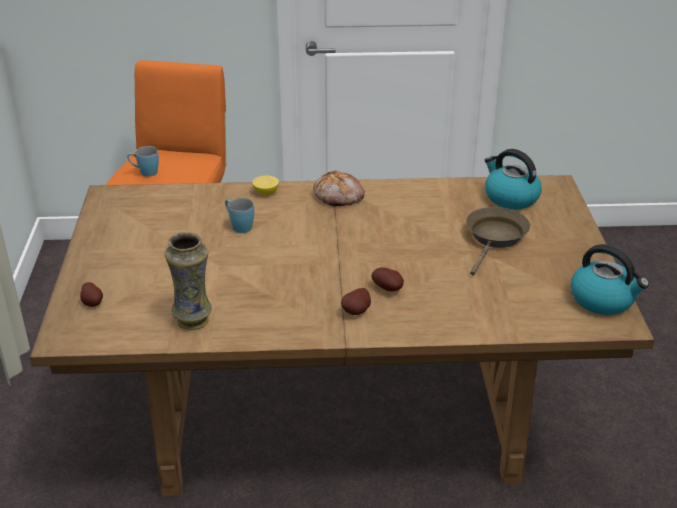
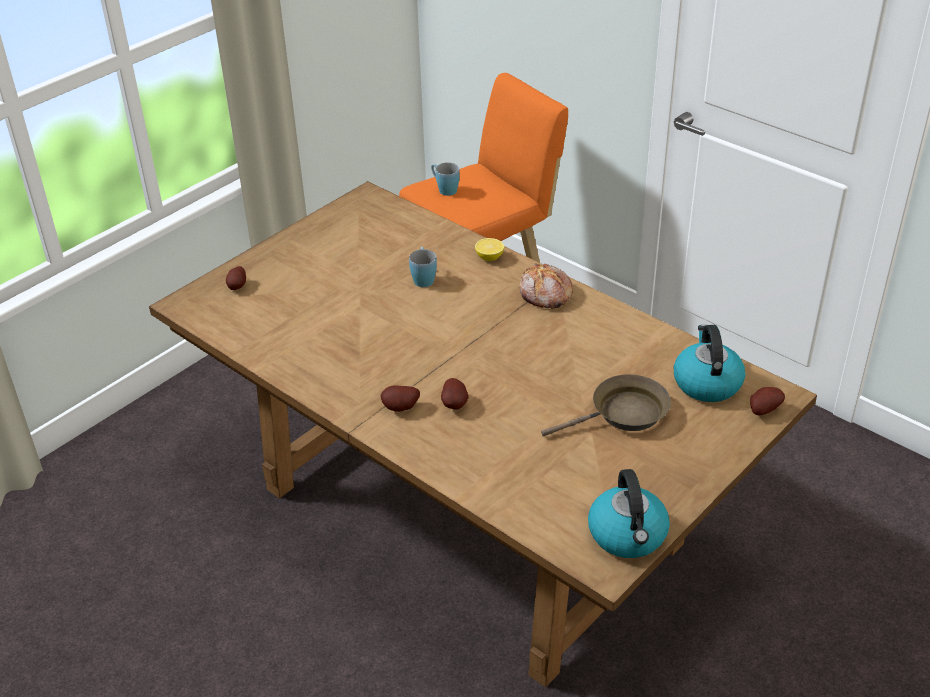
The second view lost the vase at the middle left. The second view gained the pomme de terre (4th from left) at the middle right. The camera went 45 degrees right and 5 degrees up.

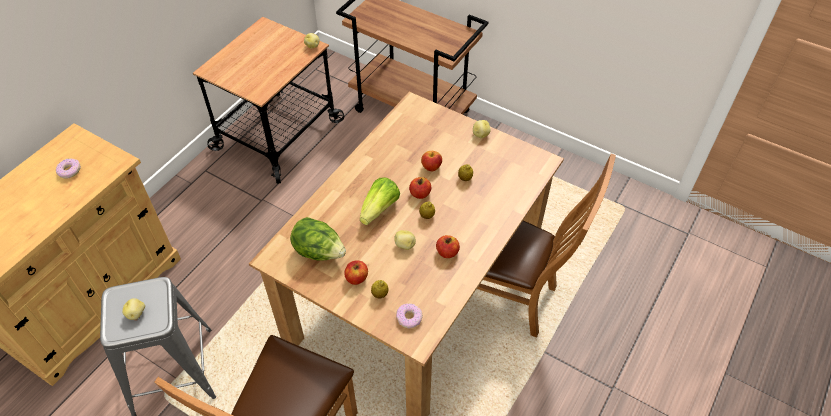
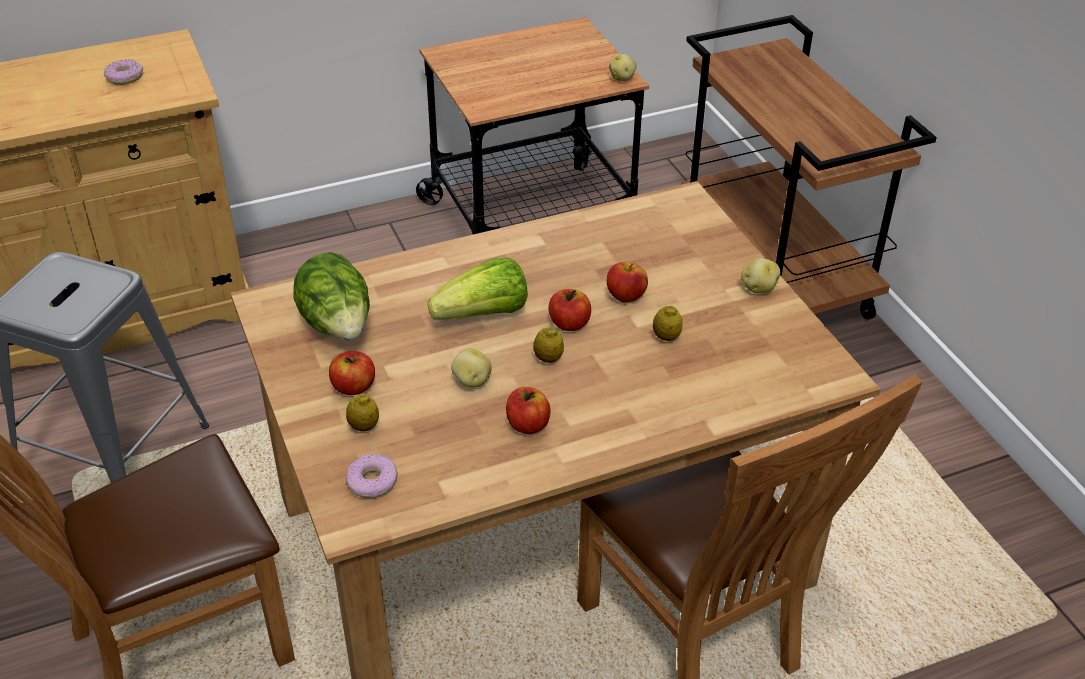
The second view lost the pomme de terre (1st from left) at the bottom left. The camera went 35 degrees right and 10 degrees down.

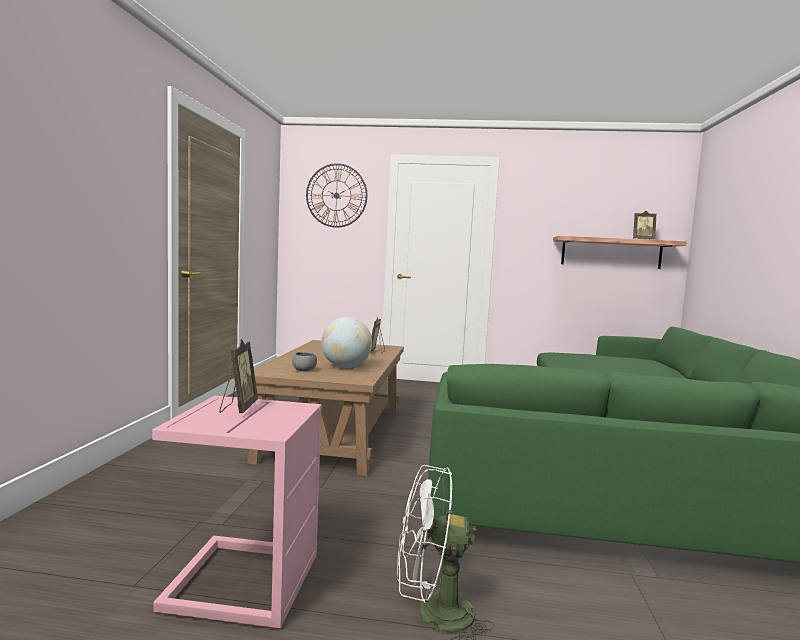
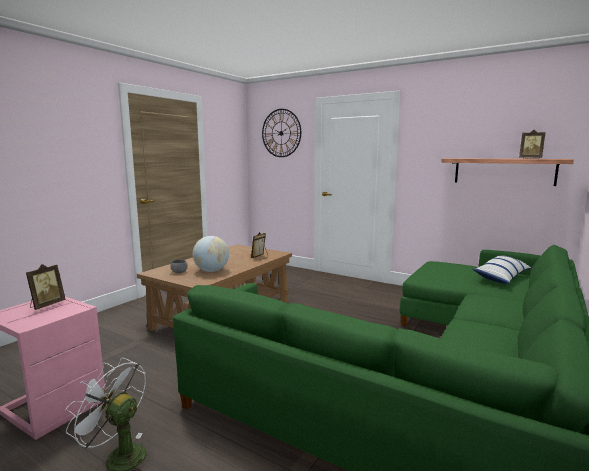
The second view gained the coussin at the middle right. The camera went 25 degrees right and 5 degrees up.

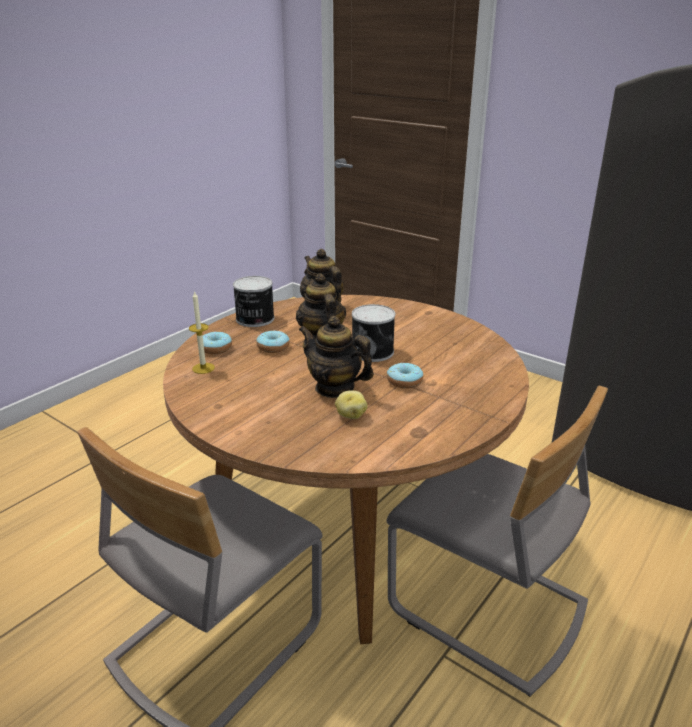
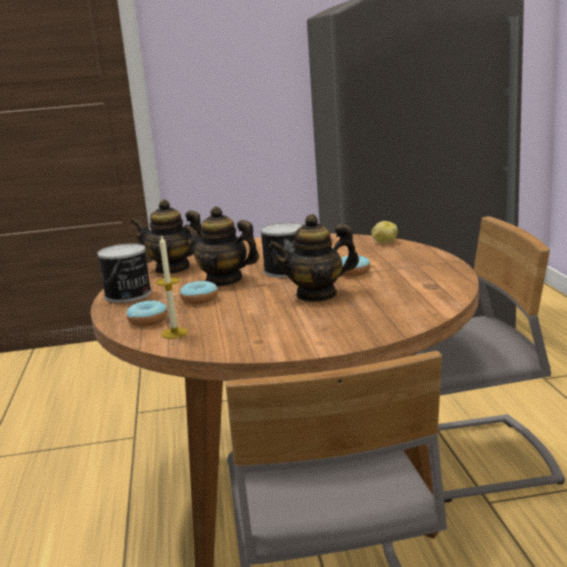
The pomme de terre ended up elsewhere, having gone from the centre to the middle right. The camera went 45 degrees left and 10 degrees down.

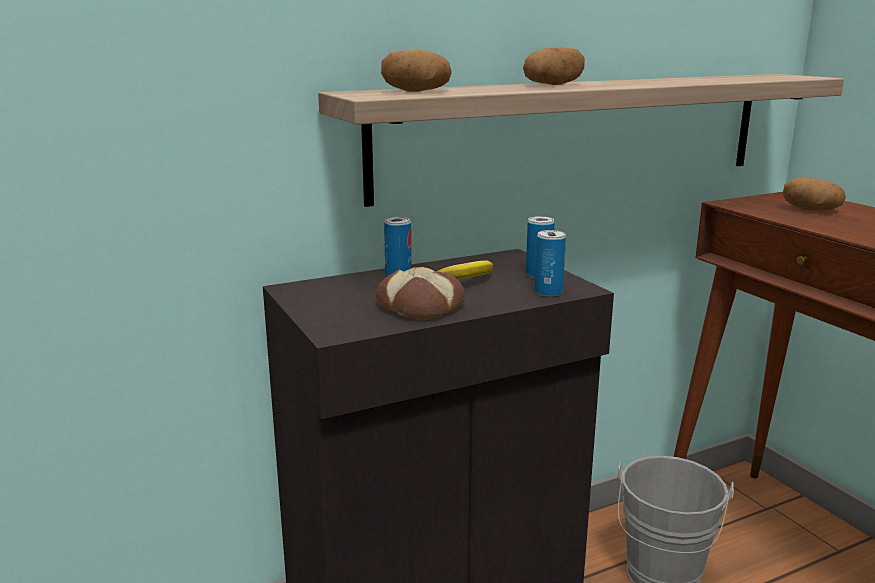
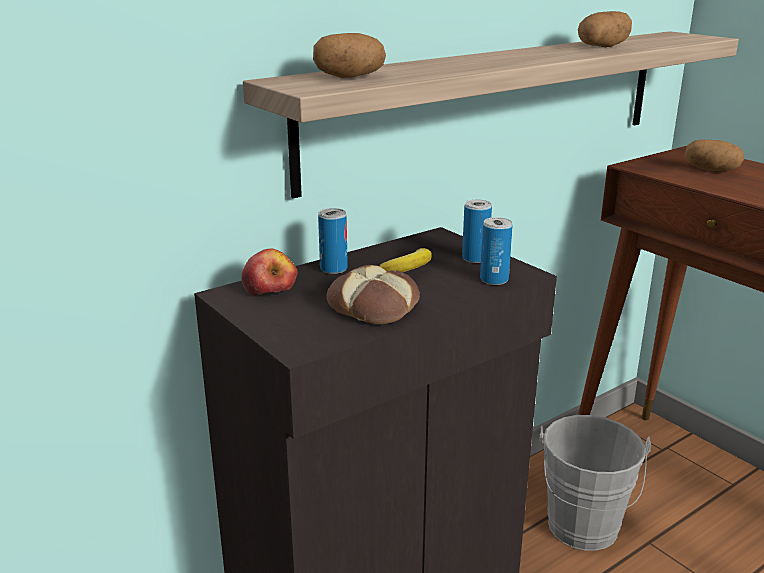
The pomme de terre (2nd from left) ended up elsewhere, having gone from the top centre to the top right. The second view gained the pomme at the centre. The camera went 10 degrees left and 5 degrees up.

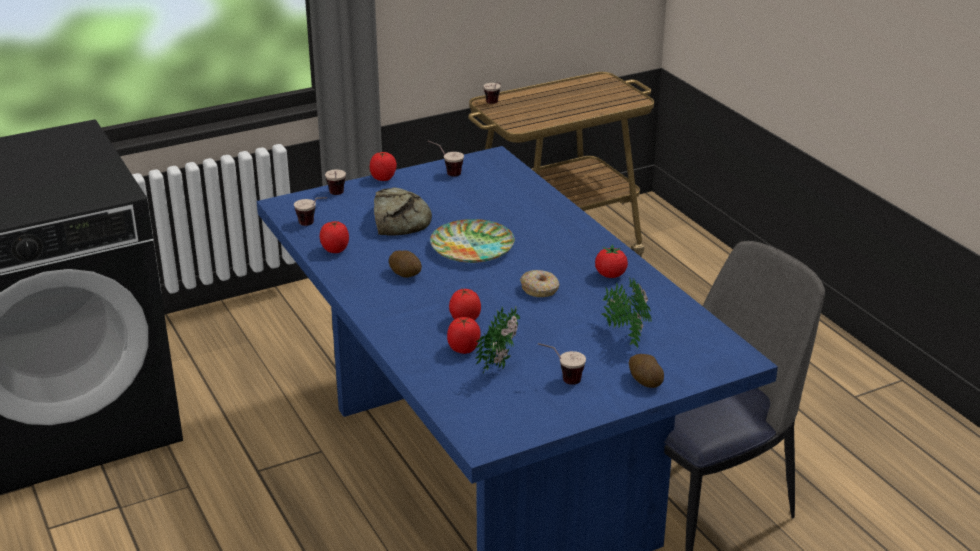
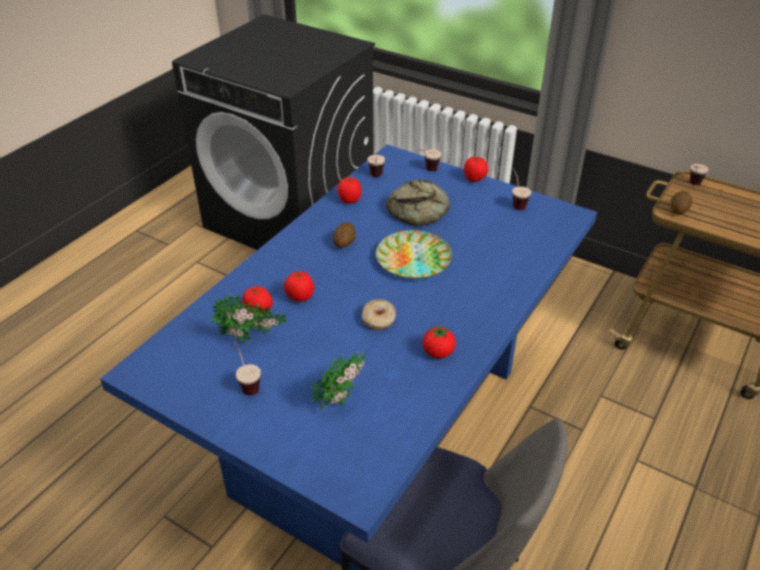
The pomme de terre (2nd from left) ended up elsewhere, having gone from the bottom centre to the middle right. The camera went 60 degrees right and 10 degrees up.

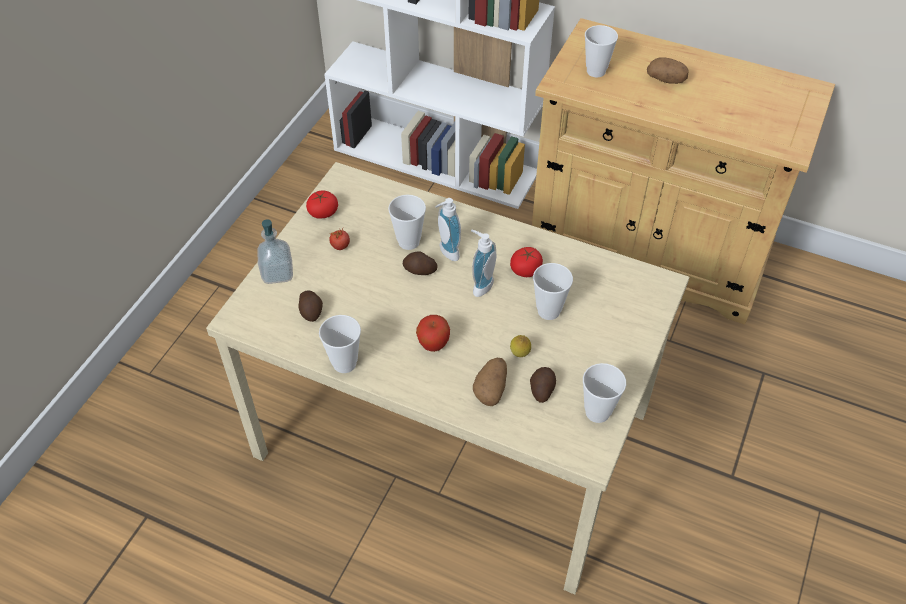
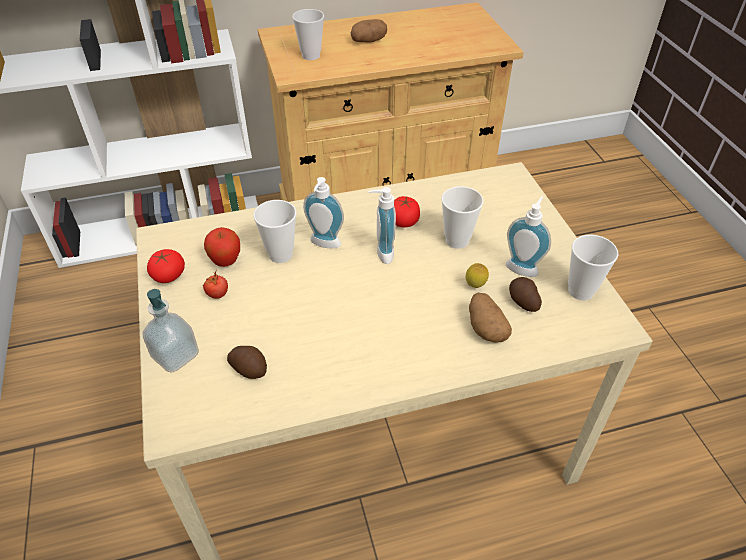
The second view lost the pomme de terre (2nd from left) at the centre. The second view lost the tasse (1st from left) at the centre. The pomme ended up elsewhere, having gone from the centre to the middle left. The second view gained the distributeur de savon (4th from left) at the middle right. The camera went 40 degrees left and 5 degrees down.

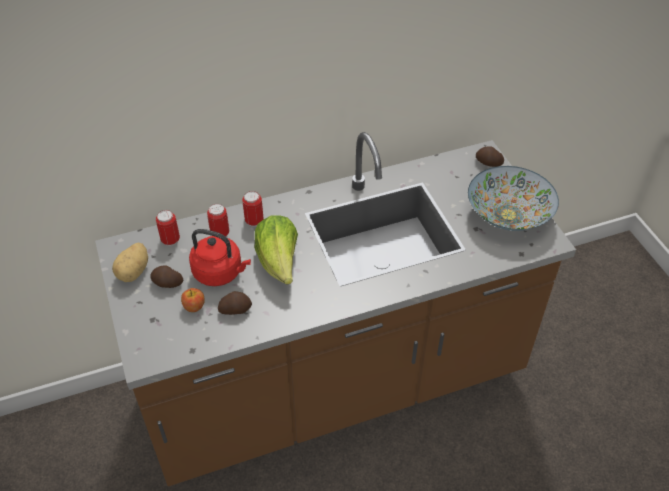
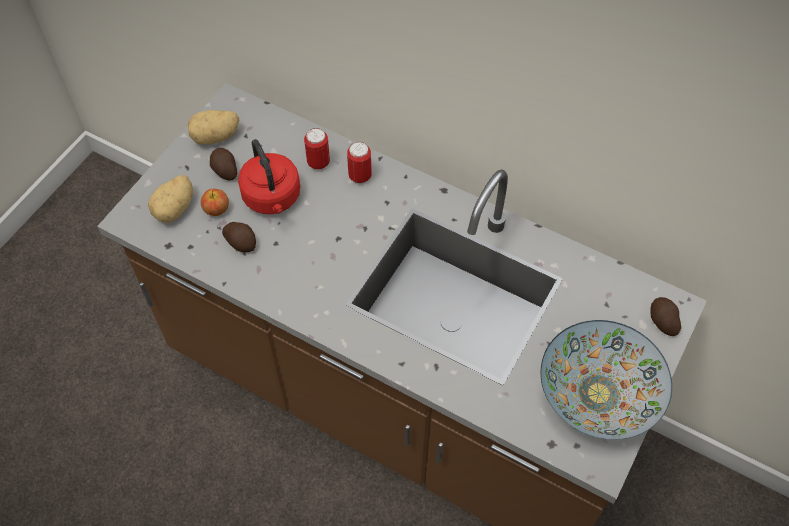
The second view lost the boîte métallique (1st from left) at the middle left. The second view lost the laitue at the centre. The second view gained the pomme de terre (1st from left) at the middle left. The camera went 50 degrees right and 10 degrees up.

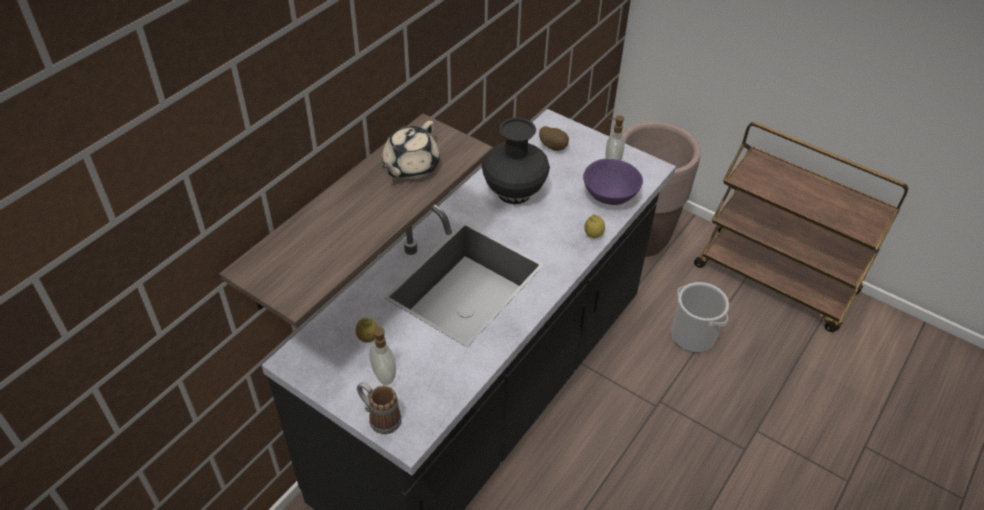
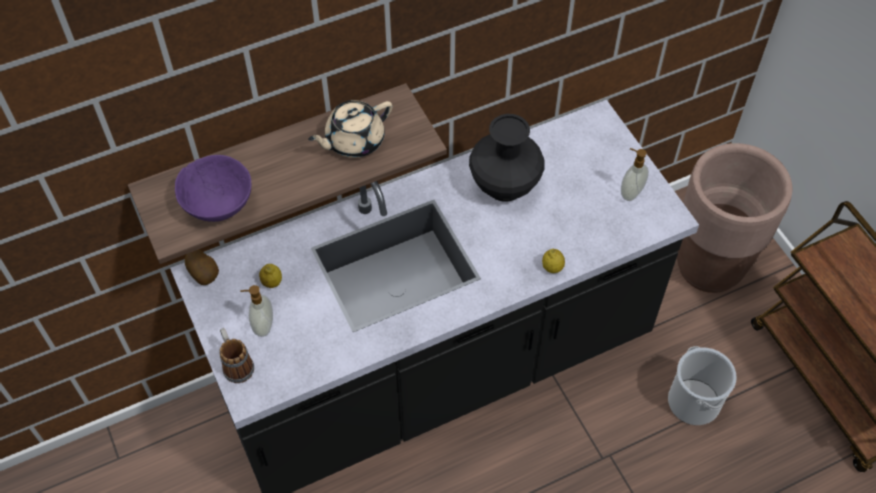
The pomme de terre ended up elsewhere, having gone from the top centre to the middle left. The bol [violet] ended up elsewhere, having gone from the centre to the middle left. The camera went 30 degrees right and 10 degrees up.

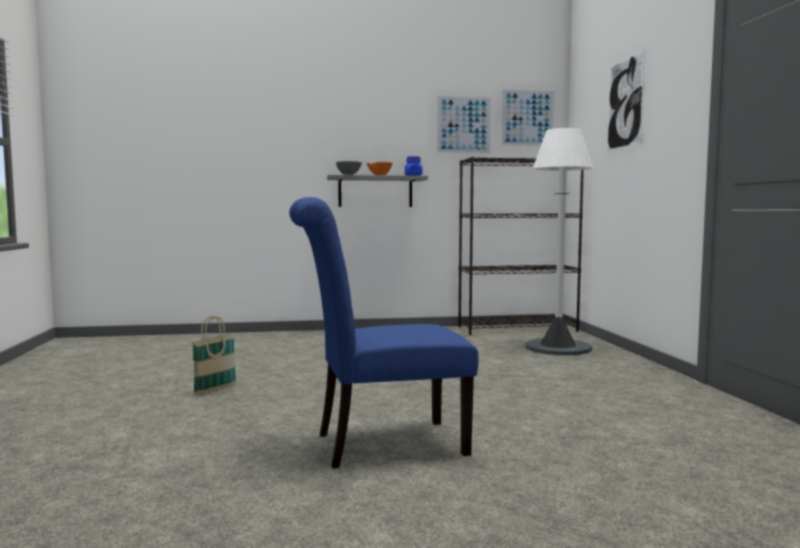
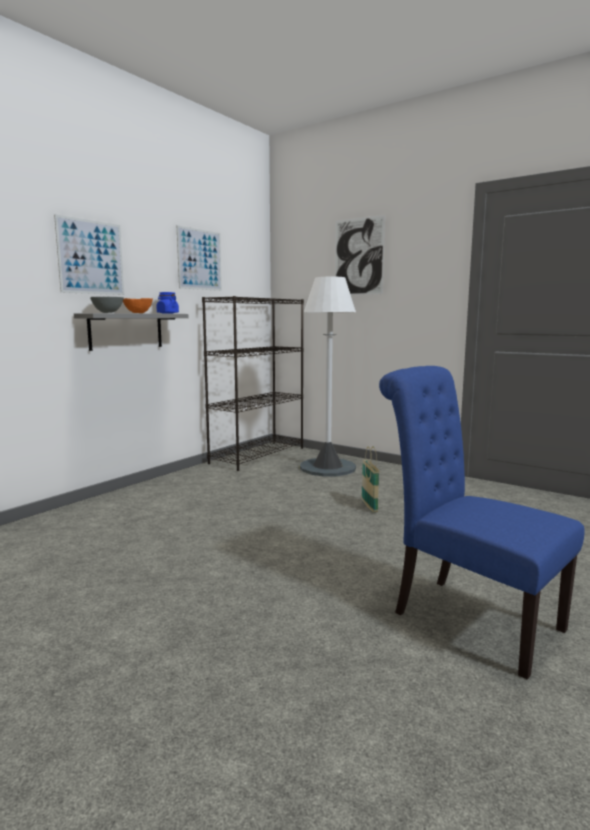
The tableau (2nd from left in the first image) ended up elsewhere, having gone from the top centre to the top left. The chaise [bleu] at the centre ended up facing another way, 105 degrees clockwise from before. The panier ended up elsewhere, having gone from the middle left to the centre. The camera went 45 degrees left and 5 degrees up.

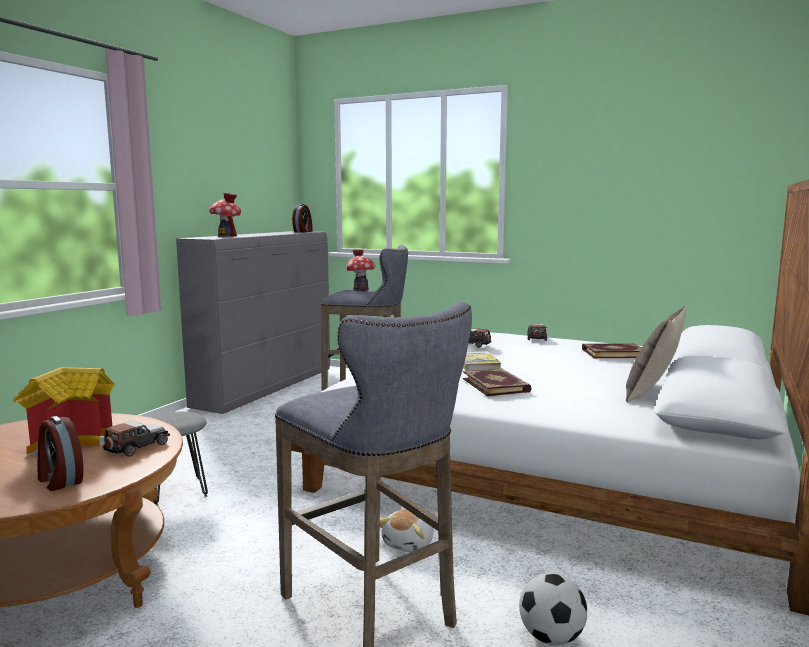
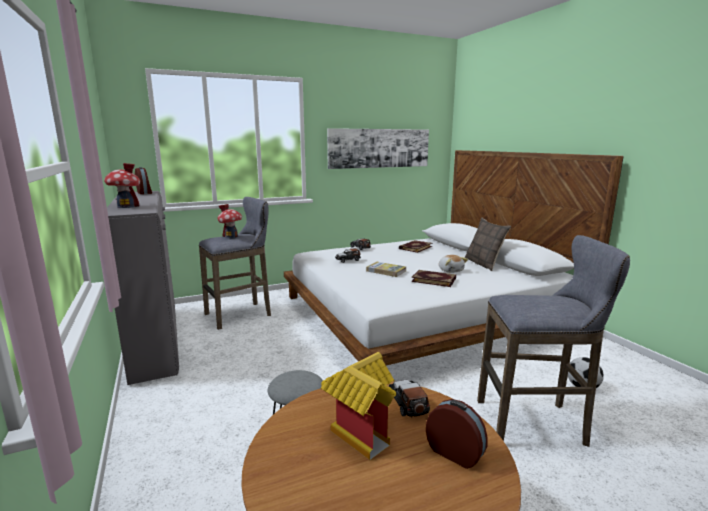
The réveil (1st from left in the first image) at the bottom left ended up facing another way, 135 degrees counterclockwise from before. The peluche ended up elsewhere, having gone from the bottom centre to the centre. The second view gained the tableau at the top centre. The camera went 50 degrees left and 5 degrees up.

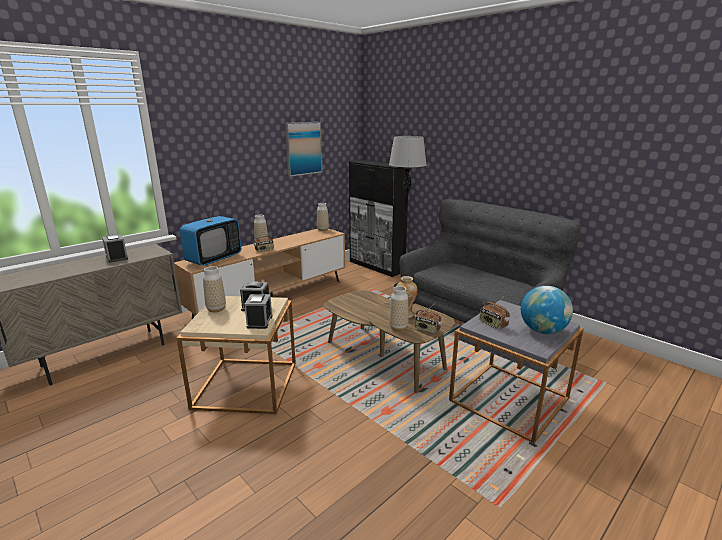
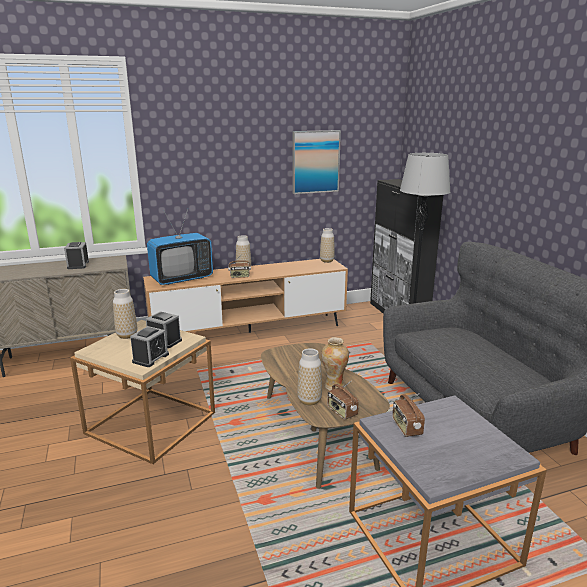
The second view lost the globe at the middle right. The camera went 25 degrees right and 0 degrees up.

